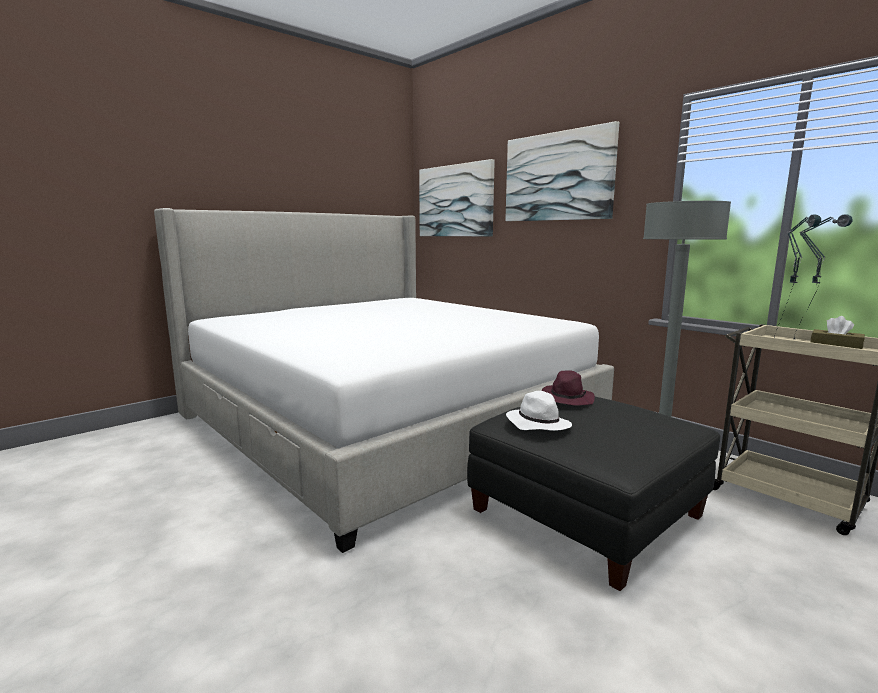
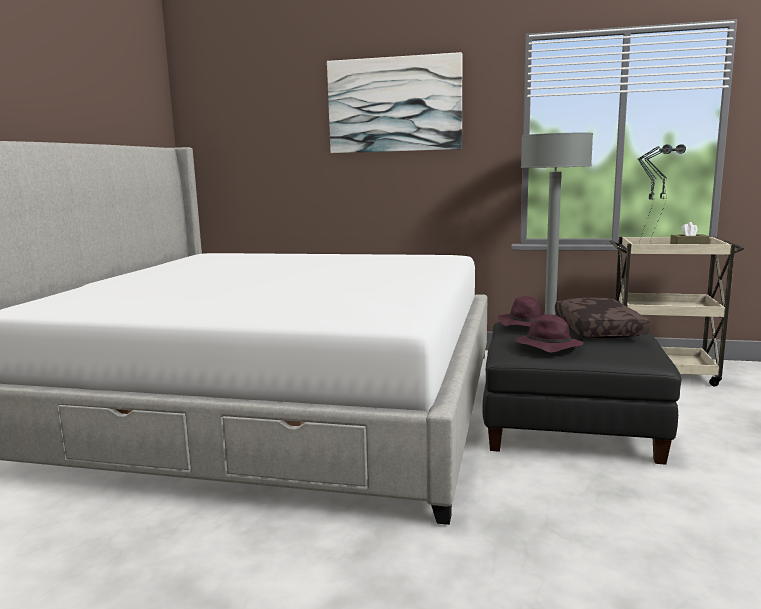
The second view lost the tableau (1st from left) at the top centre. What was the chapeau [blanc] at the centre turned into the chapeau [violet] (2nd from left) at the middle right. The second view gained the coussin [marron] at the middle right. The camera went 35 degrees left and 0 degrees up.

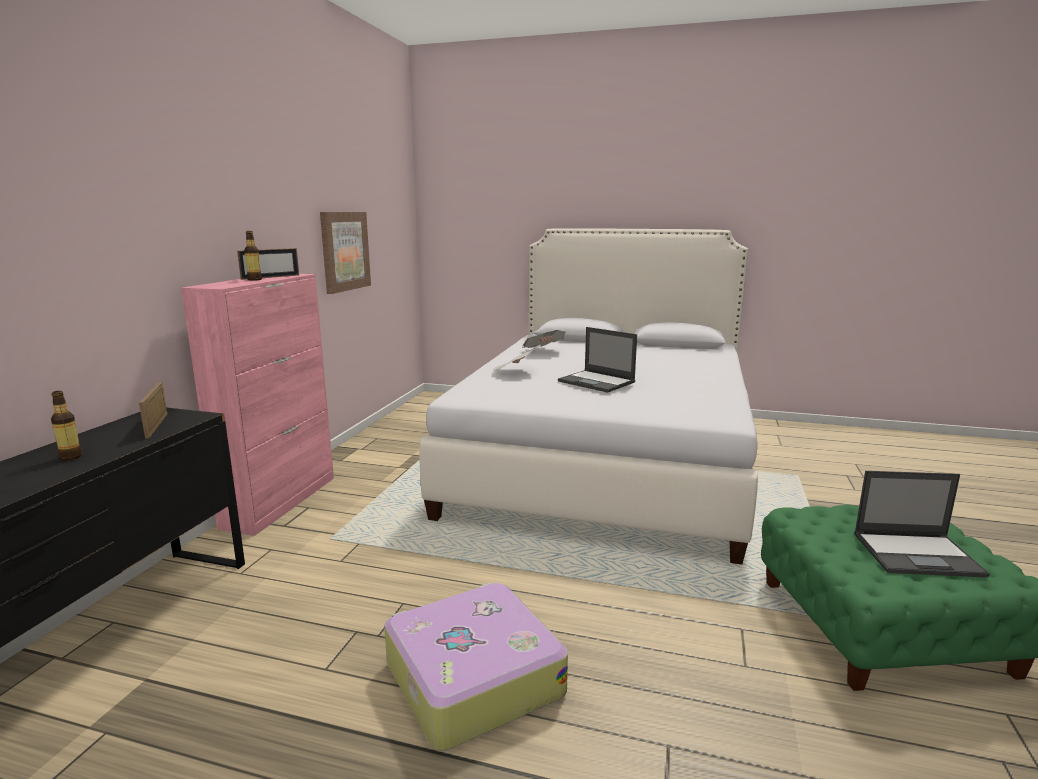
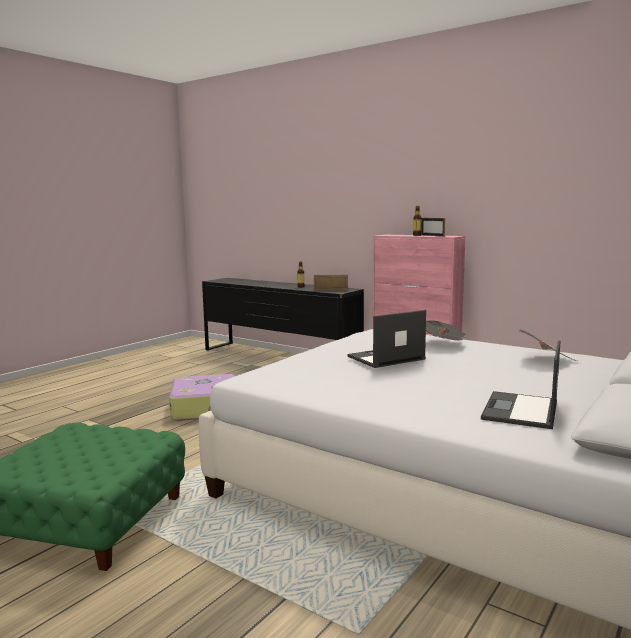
The second view lost the tableau at the top left. The ordinateur portable (2nd from left) ended up elsewhere, having gone from the bottom right to the middle right. The camera went 110 degrees right and 5 degrees down.

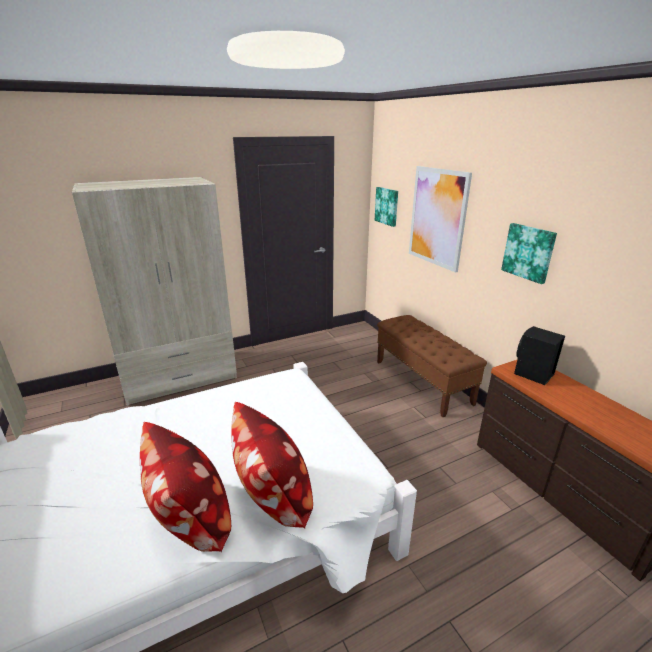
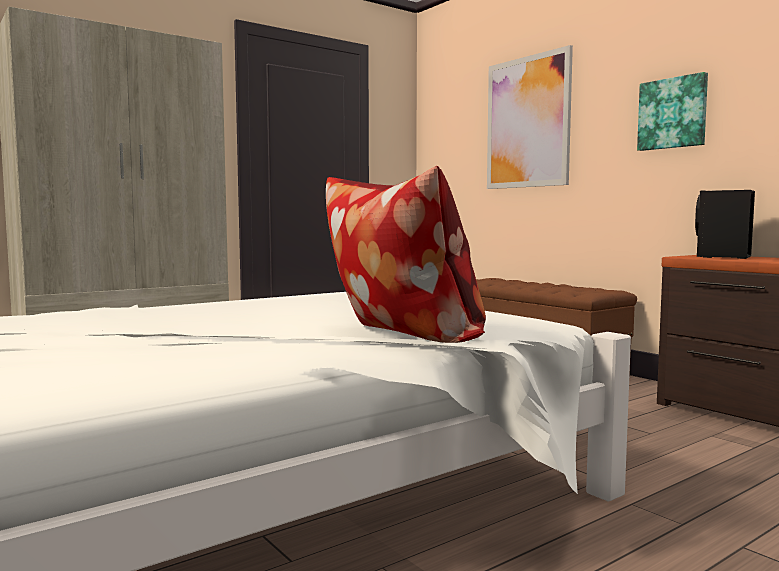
The second view lost the tableau (1st from left) at the top centre. The second view lost the coussin (1st from left) at the bottom left. The camera went 10 degrees left and 20 degrees down.

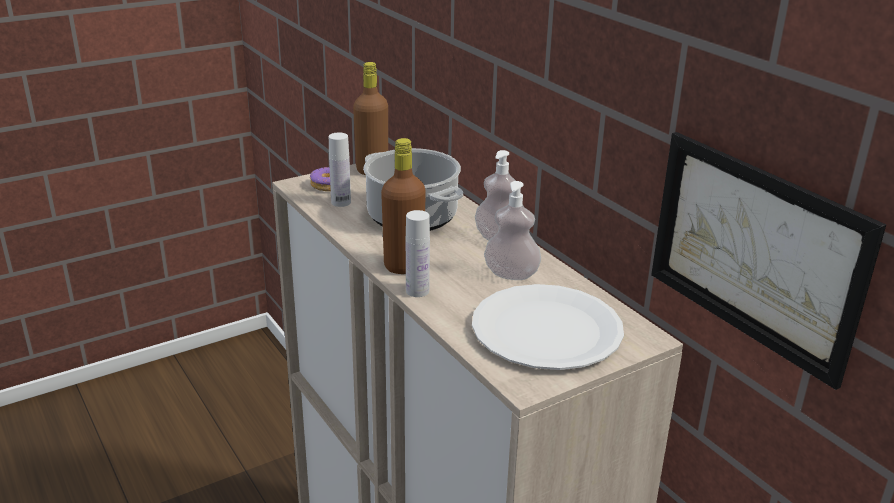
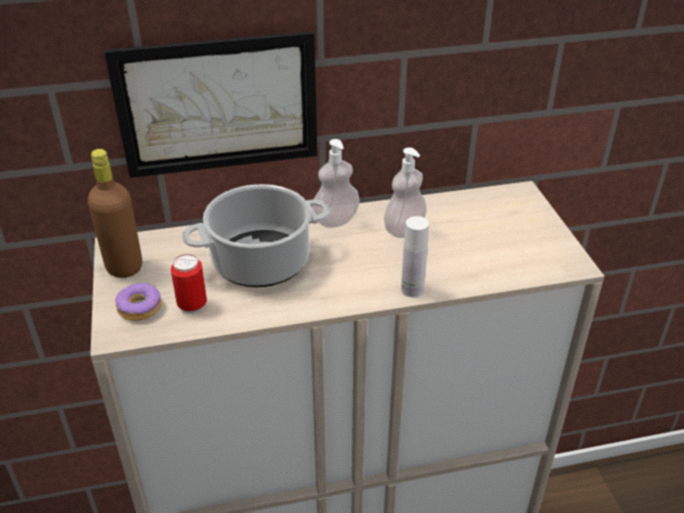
The tableau ended up elsewhere, having gone from the middle right to the top left. Where the bouteille [blanc] (1st from left) stood at the centre, the boîte métallique came to stand at the middle left. The second view lost the bouteille [marron] (2nd from left) at the centre. The second view lost the assiette [blanc] at the centre. The camera went 70 degrees left and 10 degrees up.

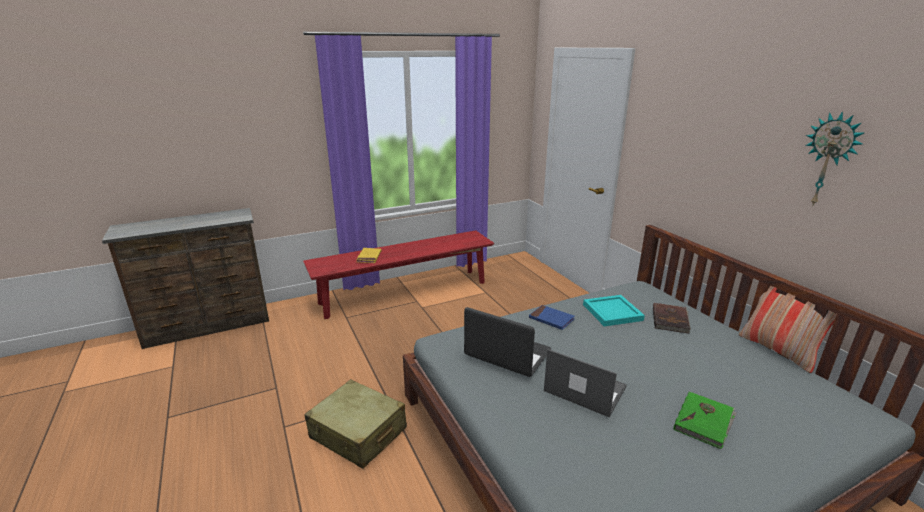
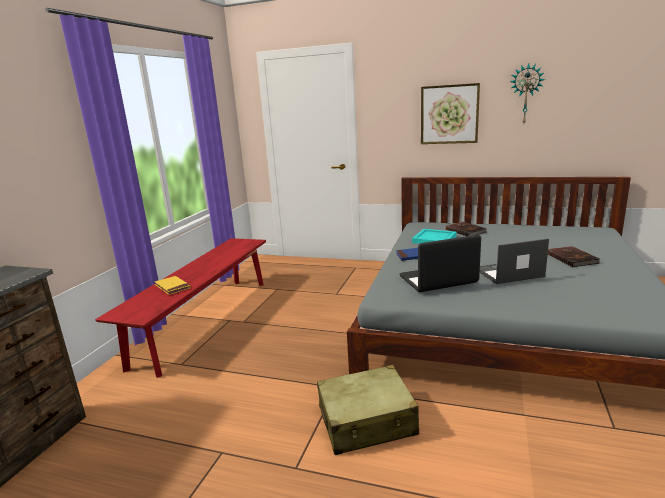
The second view lost the coussin at the middle right. What was the livre [vert] at the bottom right turned into the livre [marron] (2nd from left) at the middle right. The second view gained the tableau at the top right. The camera went 45 degrees left and 5 degrees down.

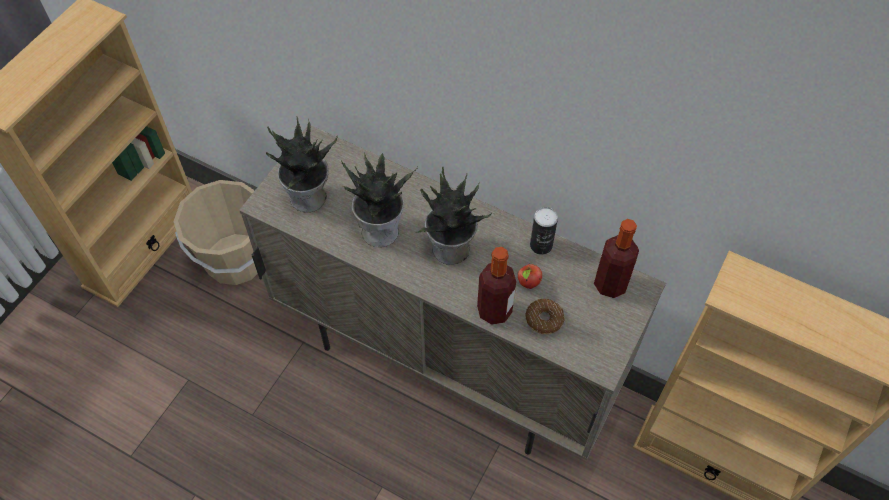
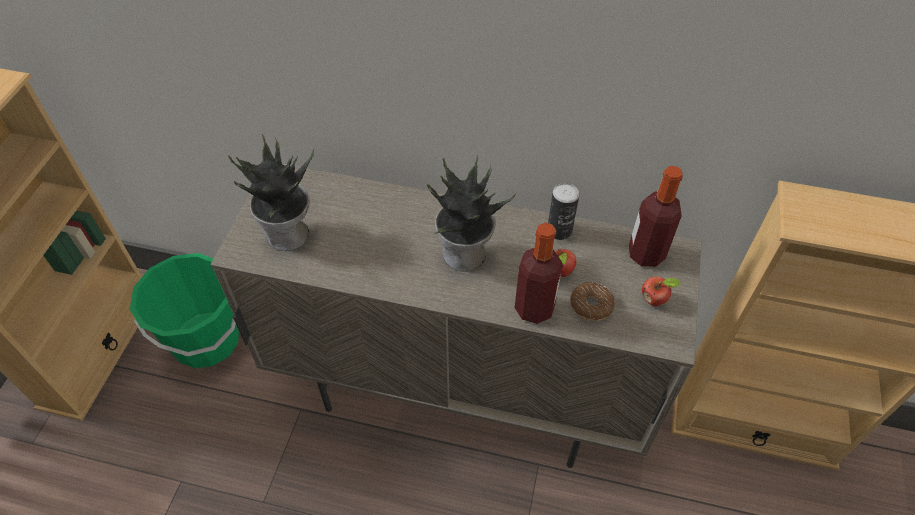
The second view lost the plante en pot (2nd from left) at the centre. What was the seau [beige] at the middle left turned into the seau [vert] at the middle left. The second view gained the pomme (2nd from left) at the middle right. The camera went 15 degrees left and 5 degrees down.

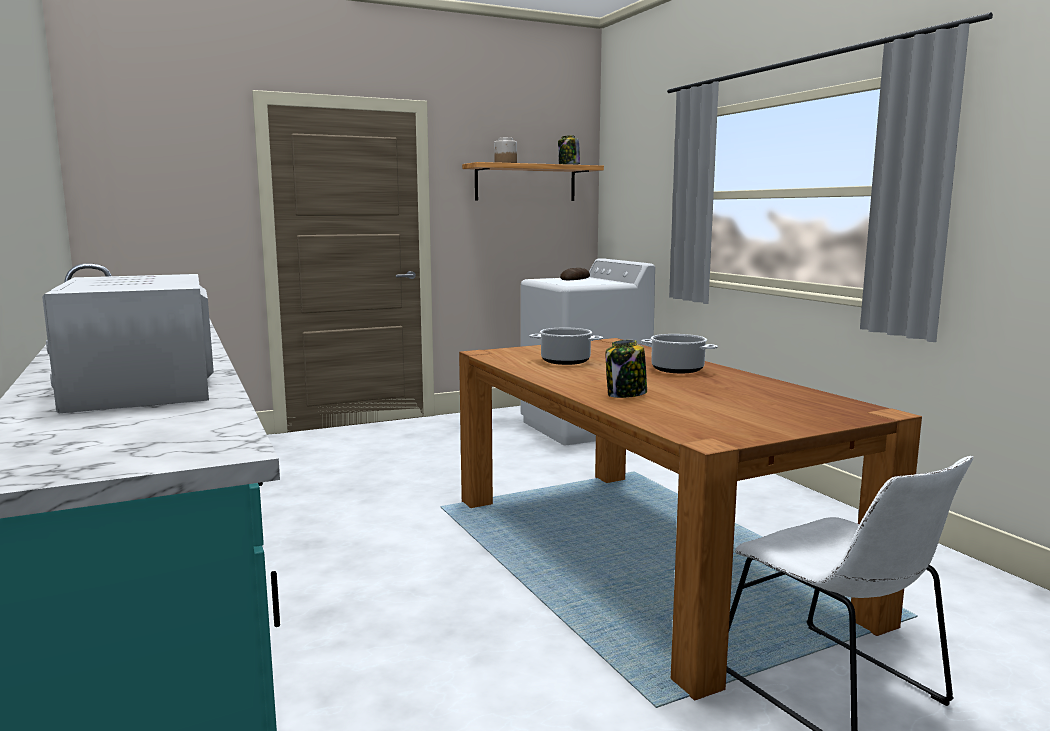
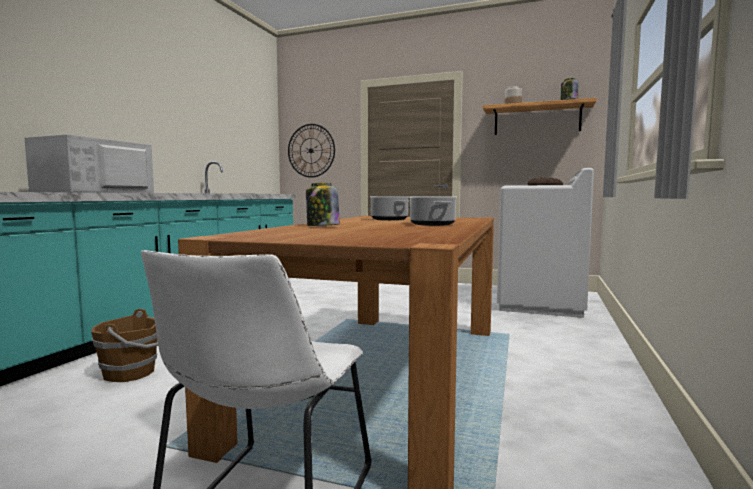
The second view gained the horloge murale at the top centre. The second view gained the seau [marron] at the bottom left. The camera went 45 degrees right and 5 degrees down.

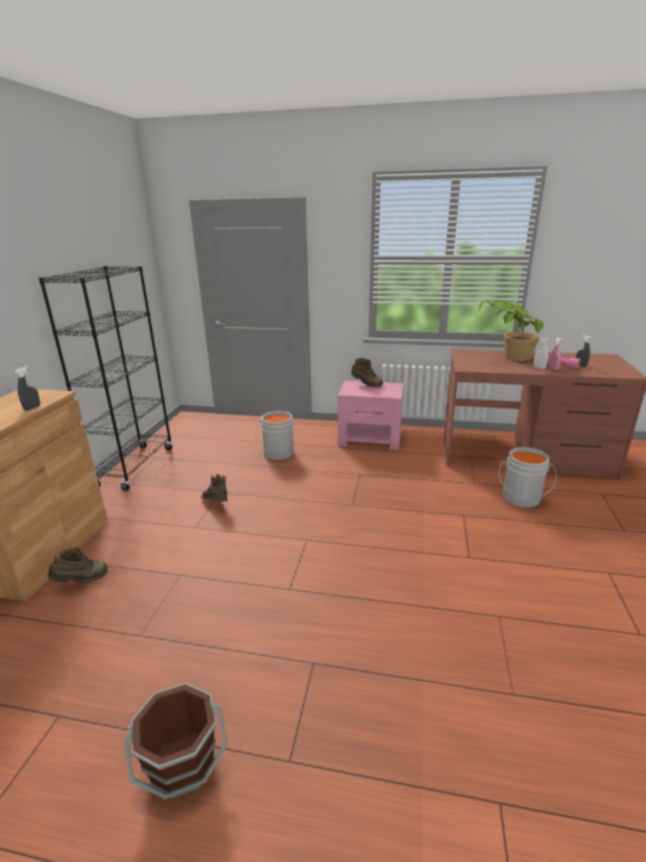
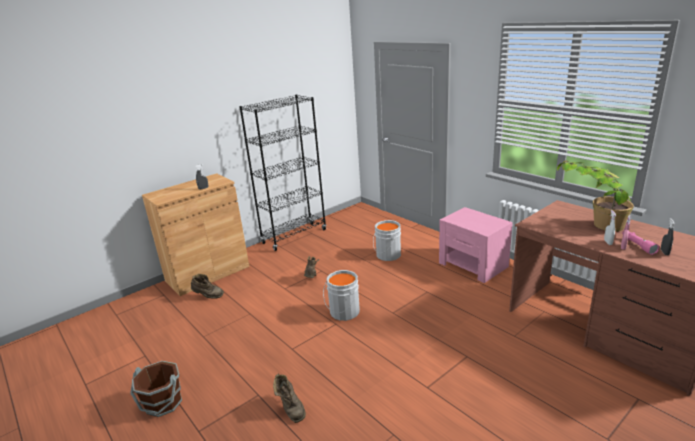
The botte [marron] (3rd from left in the first image) ended up elsewhere, having gone from the centre to the bottom centre. The seau [gris] (2nd from left in the first image) ended up elsewhere, having gone from the middle right to the bottom centre. The camera went 40 degrees right and 0 degrees up.

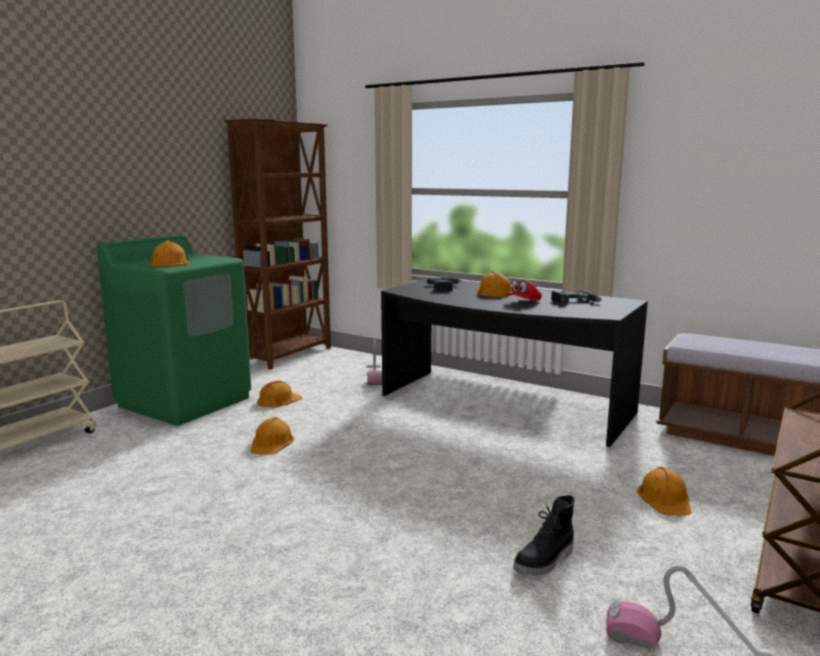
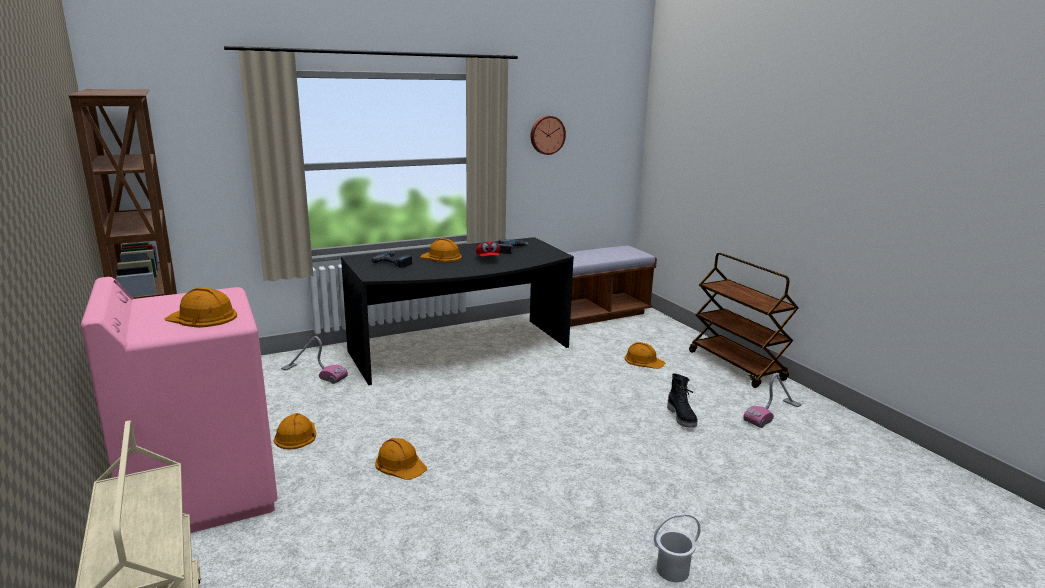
What was the lave-linge [vert] at the middle left turned into the lave-linge [rose] at the bottom left. The second view gained the horloge murale at the top centre. The second view gained the seau [blanc] at the bottom centre. The camera went 60 degrees left and 5 degrees up.

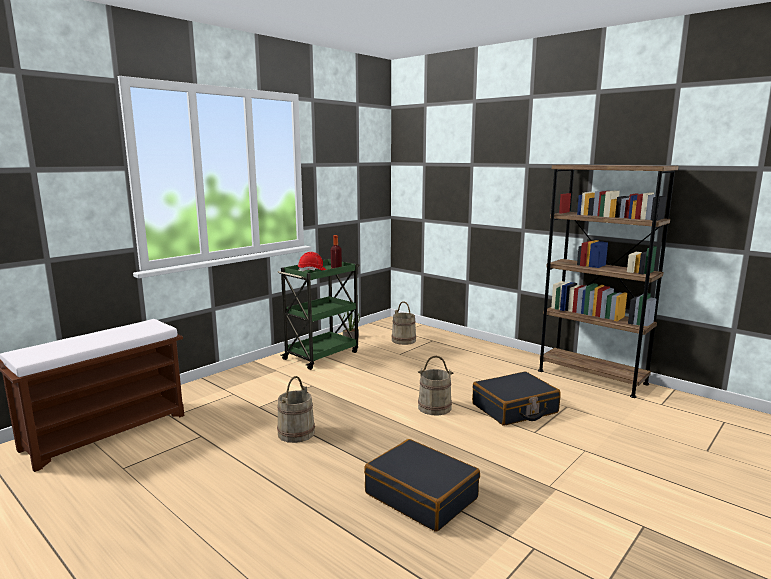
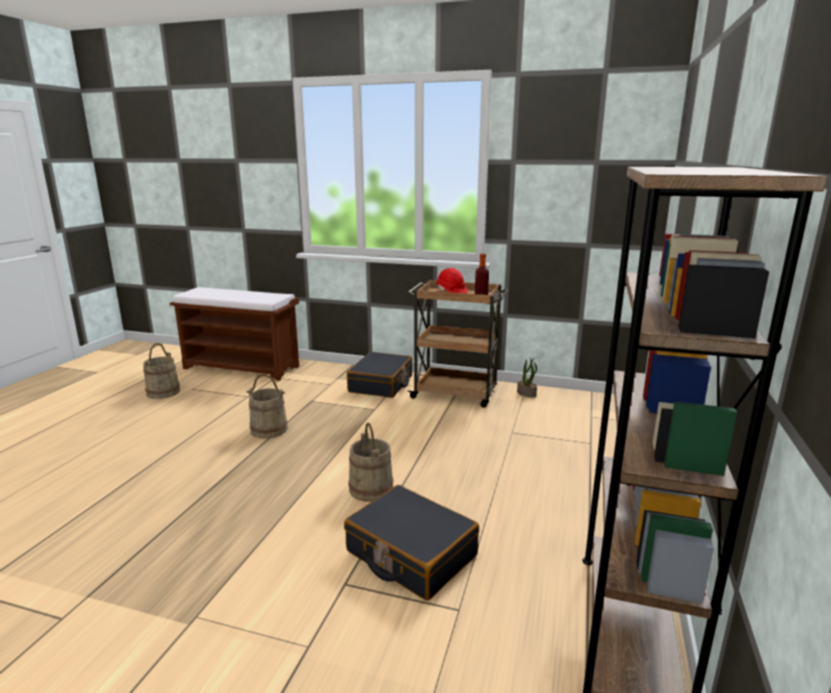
What was the chariot [vert] at the centre turned into the chariot [marron] at the centre. The seau [beige] (2nd from left in the first image) ended up elsewhere, having gone from the centre to the middle left. The valise [noir] (1st from left) ended up elsewhere, having gone from the bottom centre to the centre. The camera went 65 degrees right and 5 degrees up.

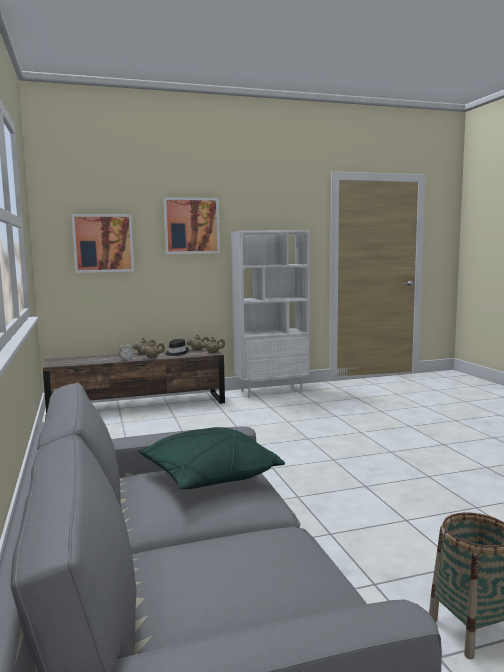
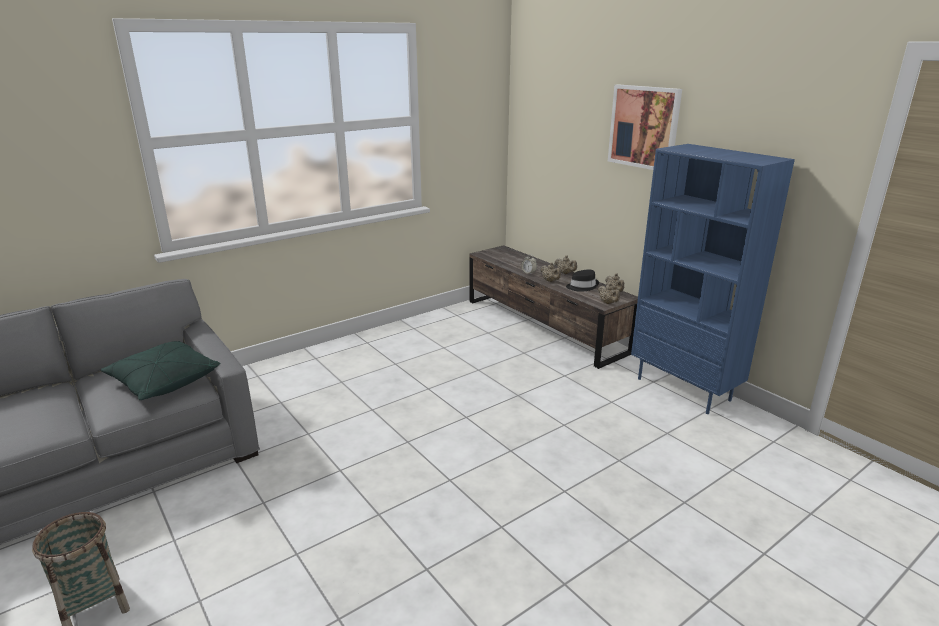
The second view lost the tableau (1st from left) at the middle left. What was the bibliothèque [blanc] at the centre turned into the bibliothèque [bleu] at the middle right. The camera went 70 degrees right and 15 degrees up.

